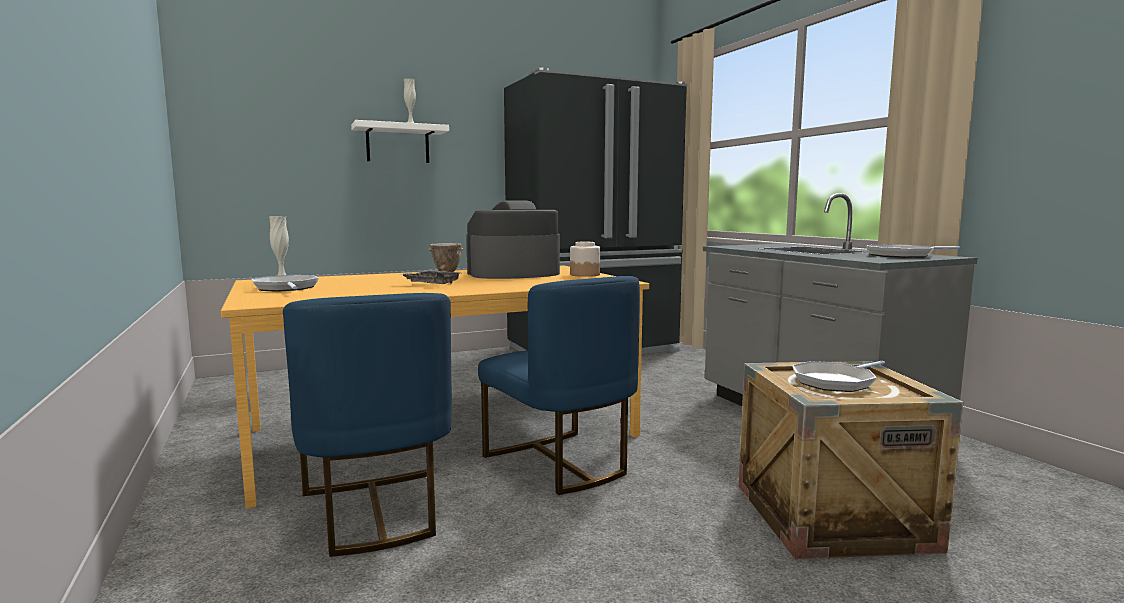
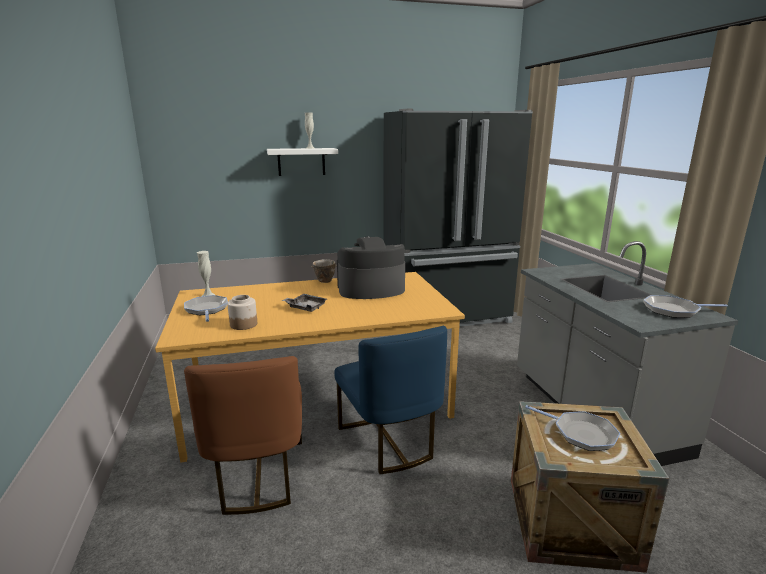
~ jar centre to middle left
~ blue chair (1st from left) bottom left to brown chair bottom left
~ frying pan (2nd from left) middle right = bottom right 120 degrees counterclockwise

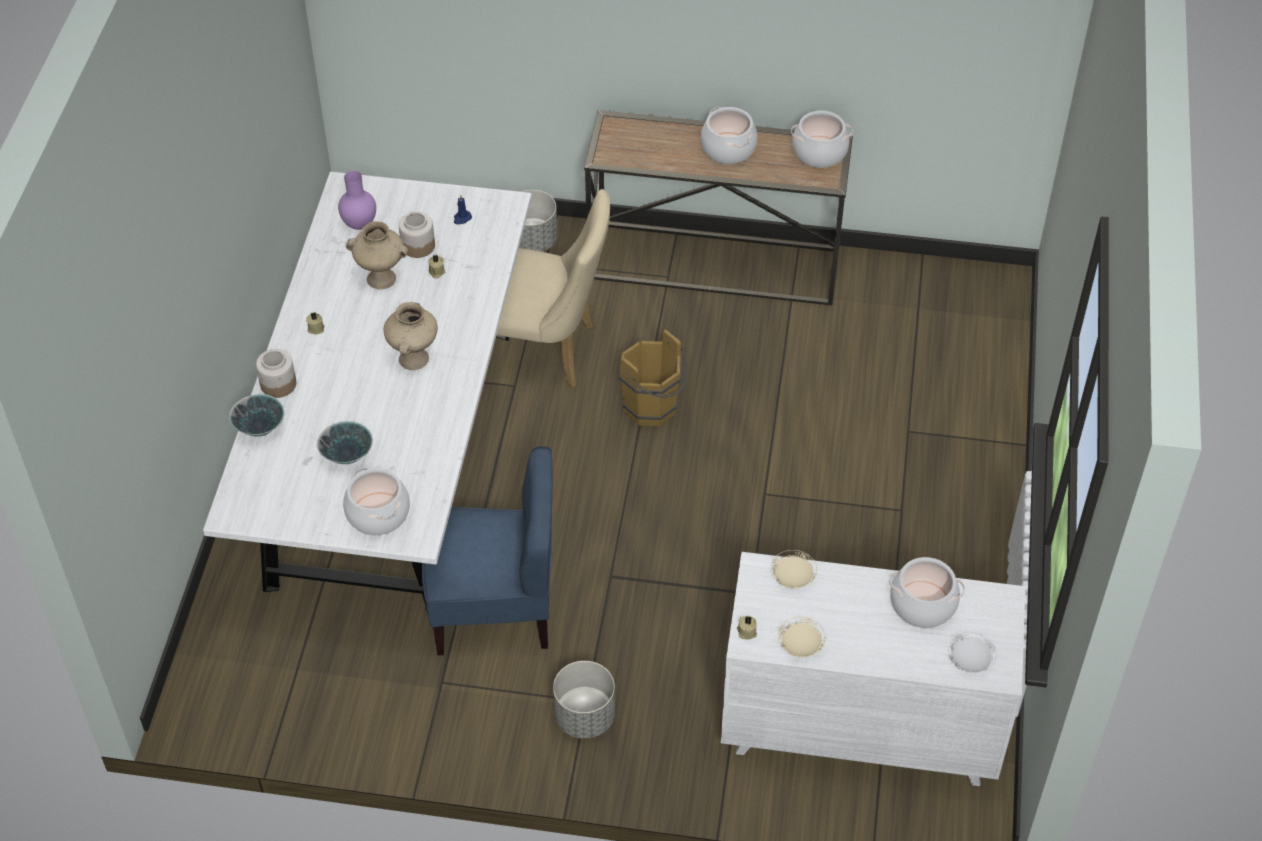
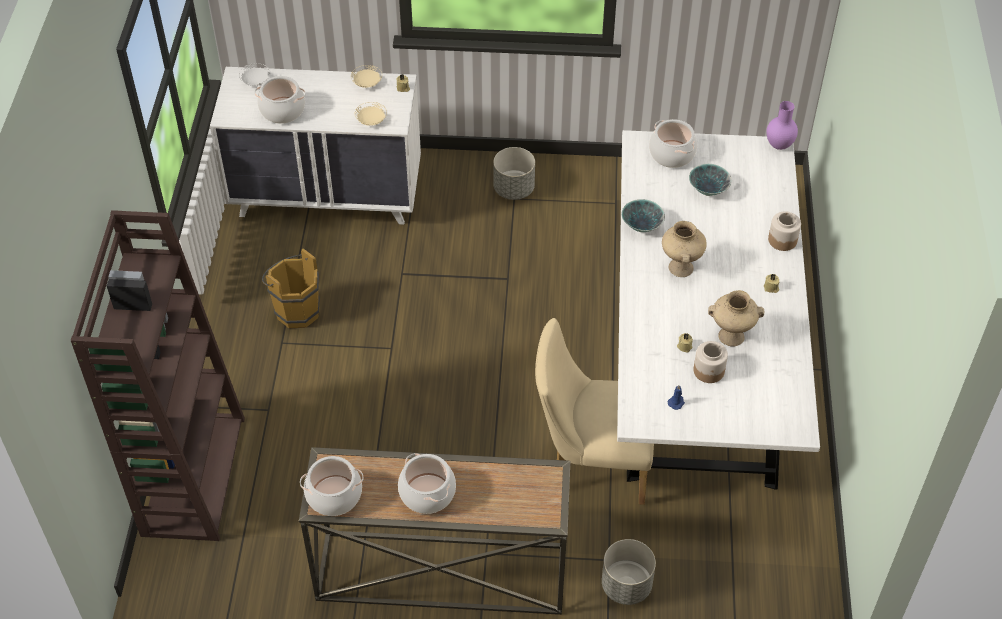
~ purple vase top left to top right
~ brown bucket centre to middle left
~ bowl (1st from left) middle left to centre
- blue chair centre
+ brown bookcase middle left

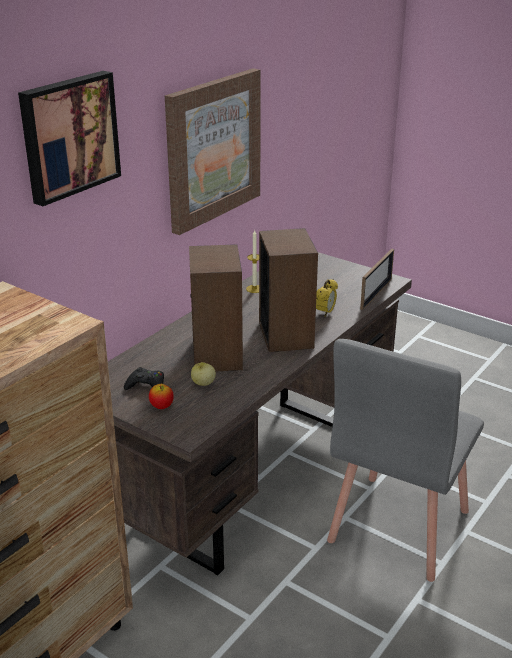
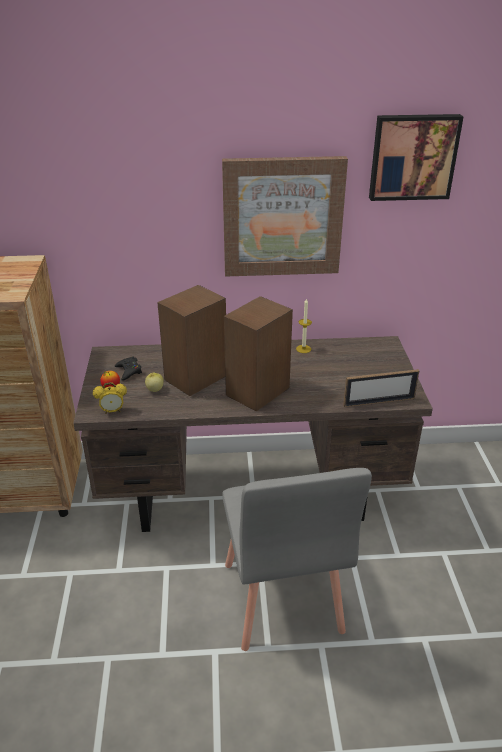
~ picture (1st from left in the first image) top left to picture (2nd from left) top right
~ alarm clock centre to middle left
~ grey chair bottom right = bottom centre 90 degrees counterclockwise

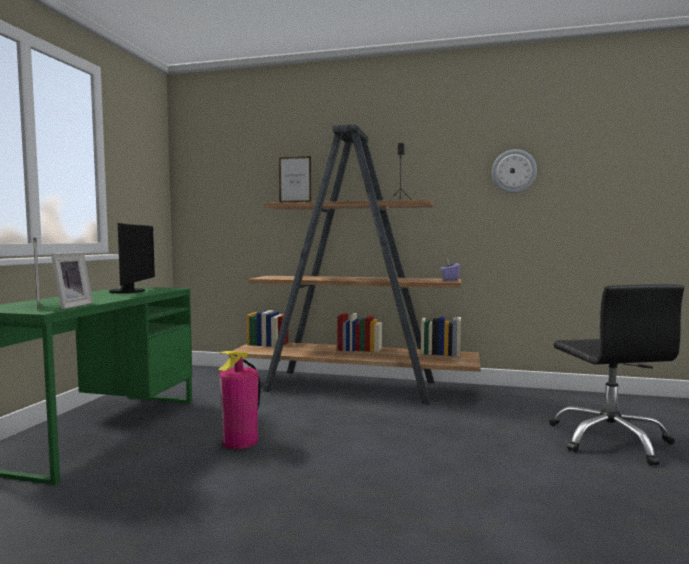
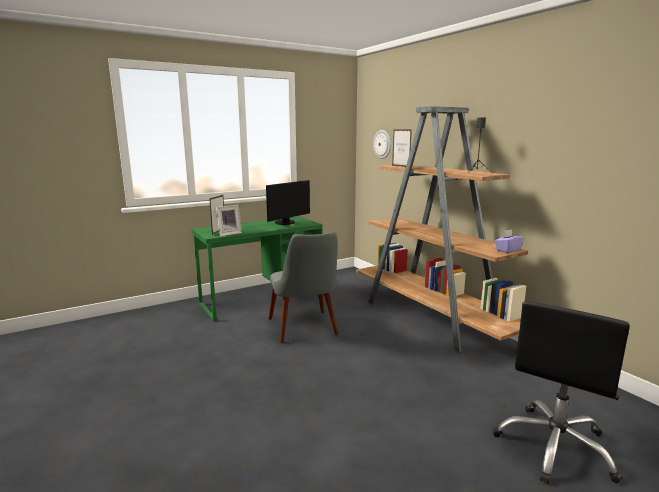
~ wall clock top right to top centre
~ fire extinguisher bottom centre to grey chair centre

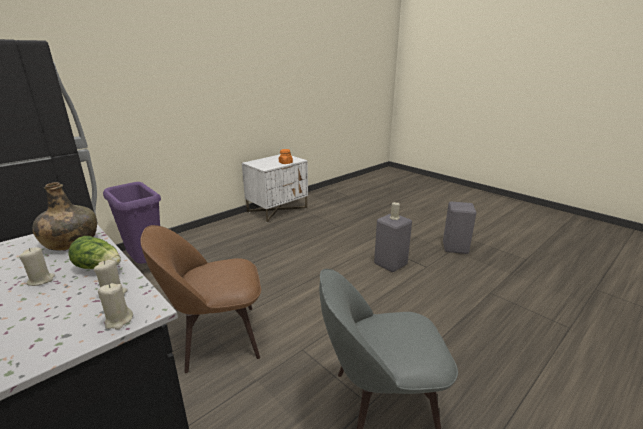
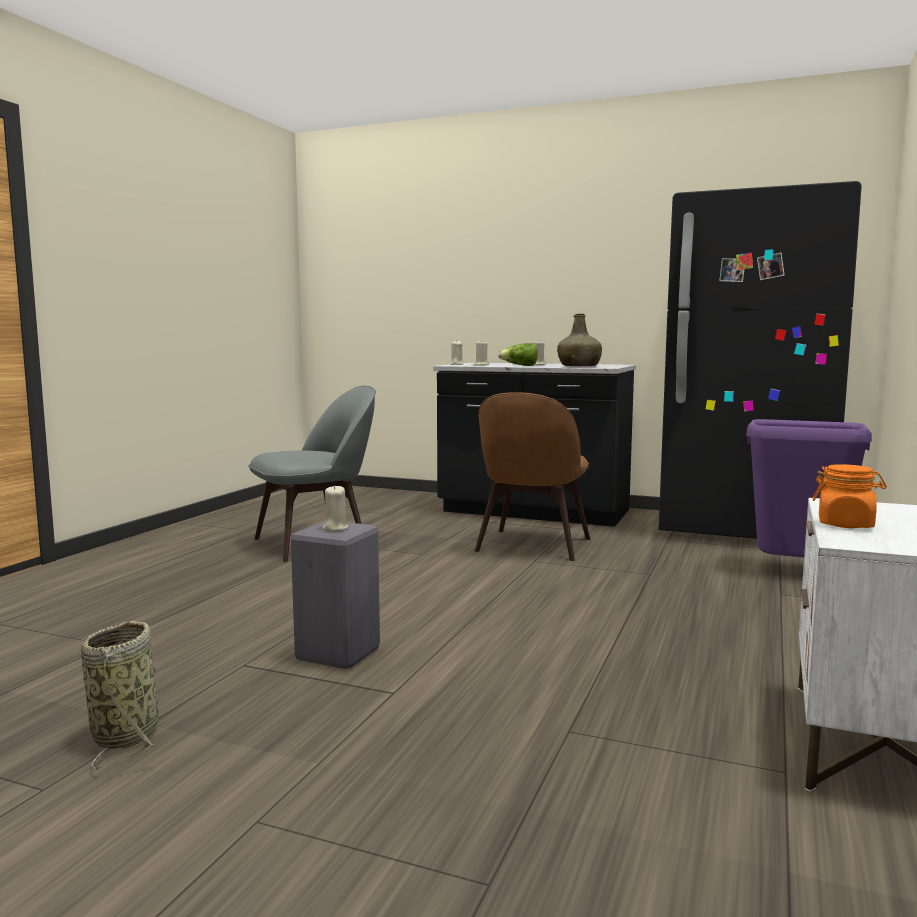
~ grey stool (2nd from left) middle right to basket bottom left
~ brown chair bottom left = centre 150 degrees clockwise

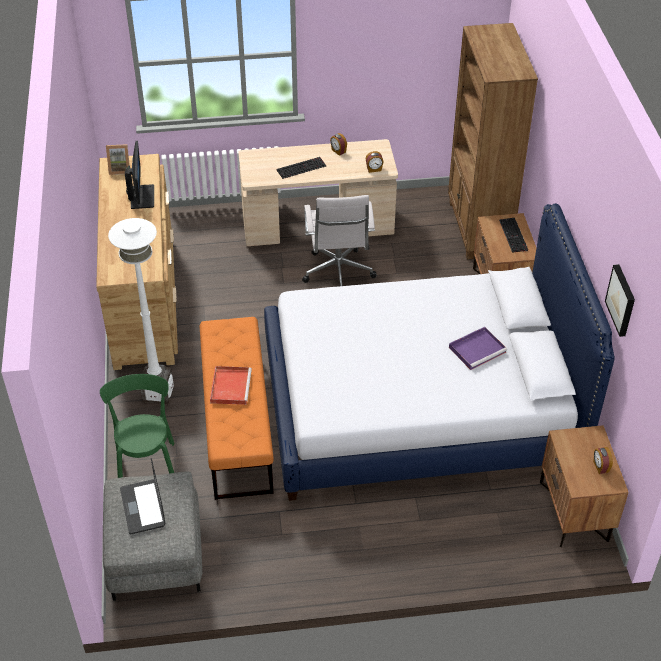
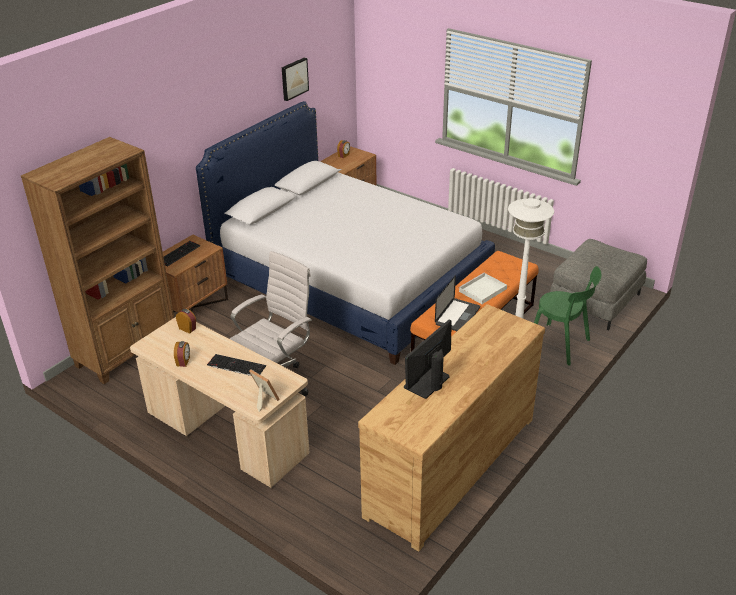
~ picture frame top left to centre
- purple tray middle right
~ red tray centre to white tray centre
~ green chair middle left = middle right 90 degrees counterclockwise
~ laptop bottom left to centre

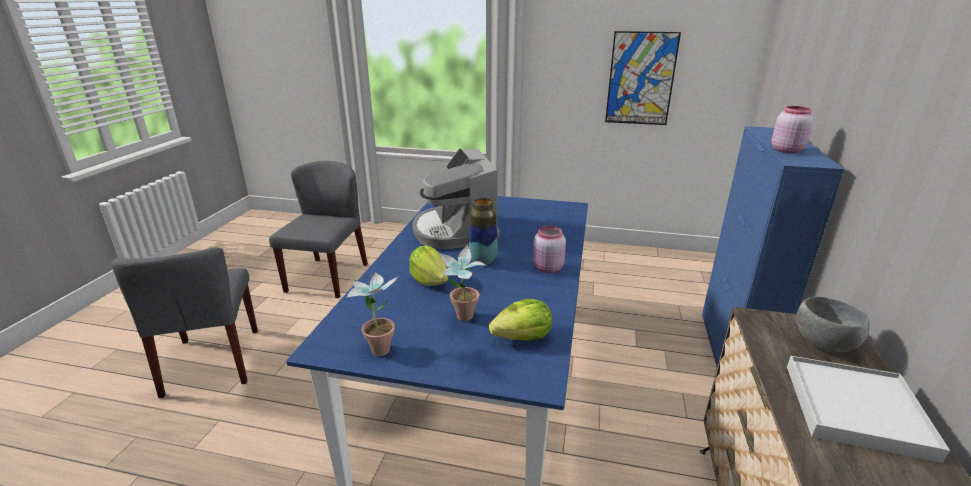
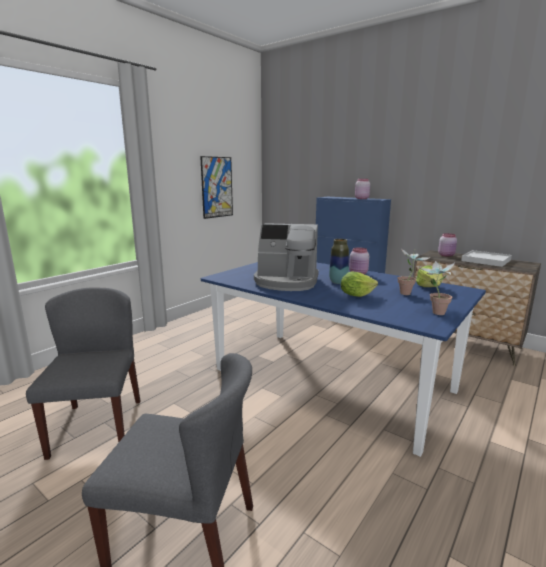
~ grey chair (2nd from left in the first image) middle left = middle left 45 degrees clockwise
~ grey bowl bottom right to pink jar (3rd from left) middle right

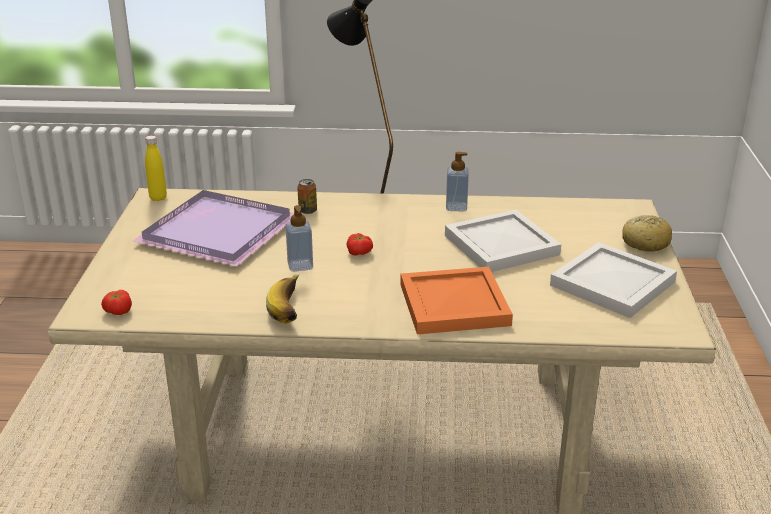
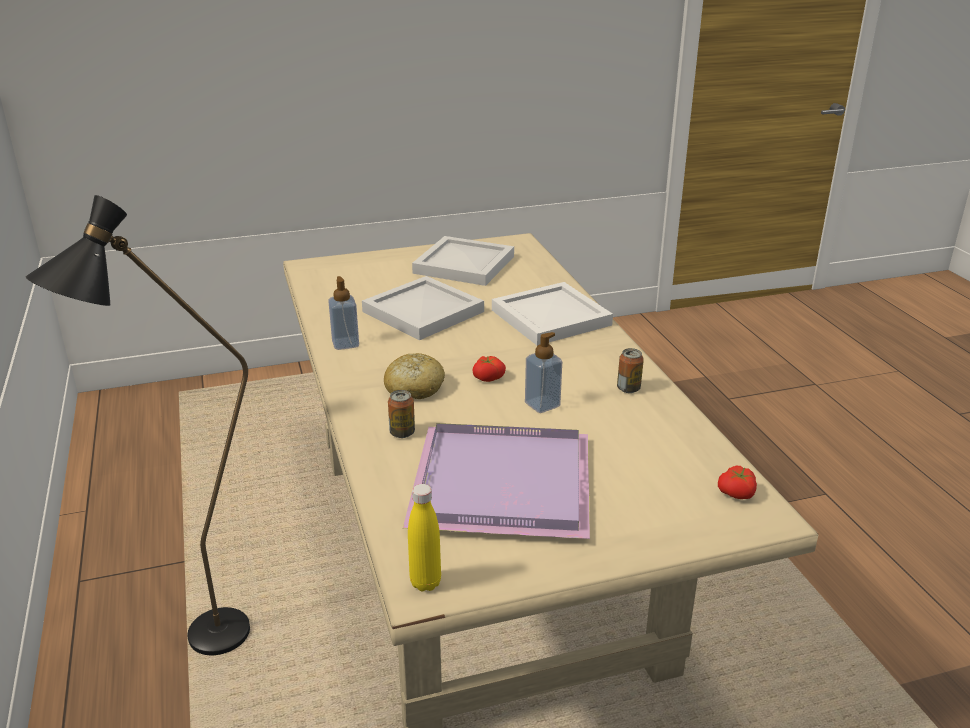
~ bread middle right to centre
~ orange tray centre to white tray (3rd from left) centre
~ banana centre to can (2nd from left) centre

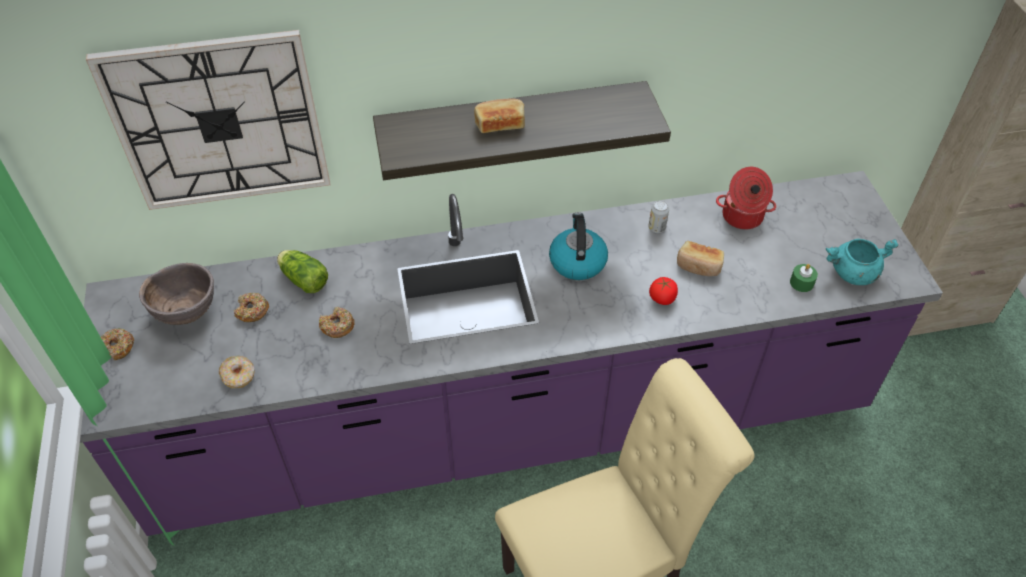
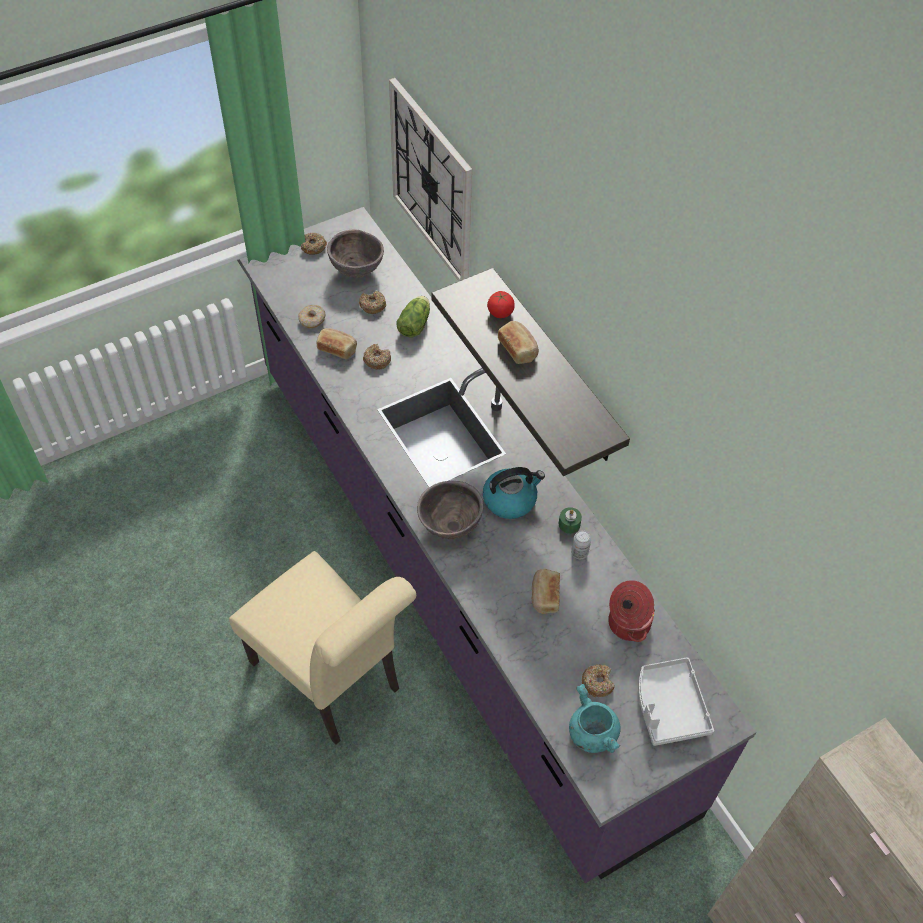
~ green candle middle right to centre
~ tomato centre to top centre
+ bread (1st from left) centre
+ brown bowl (2nd from left) centre
+ grey tray bottom right
+ donut (5th from left) bottom centre

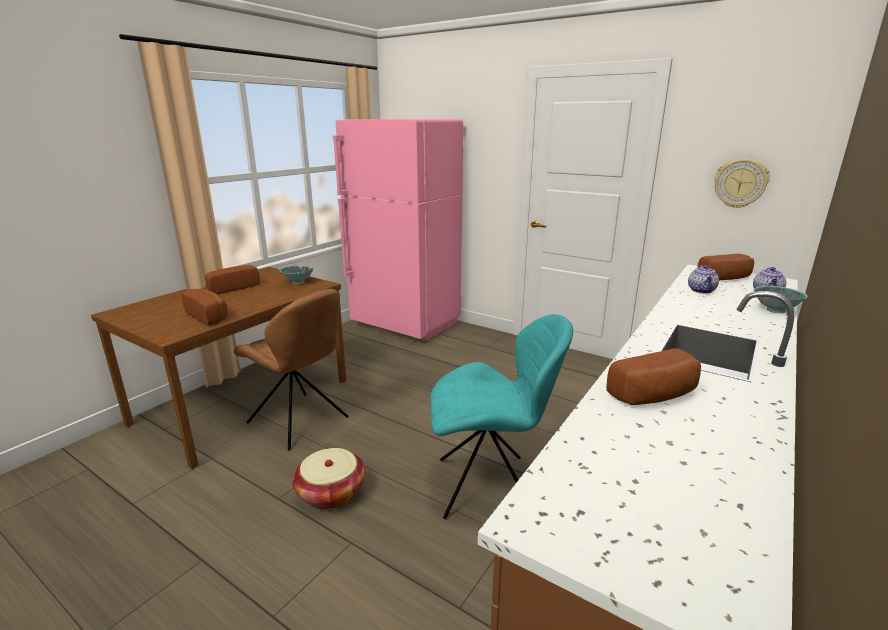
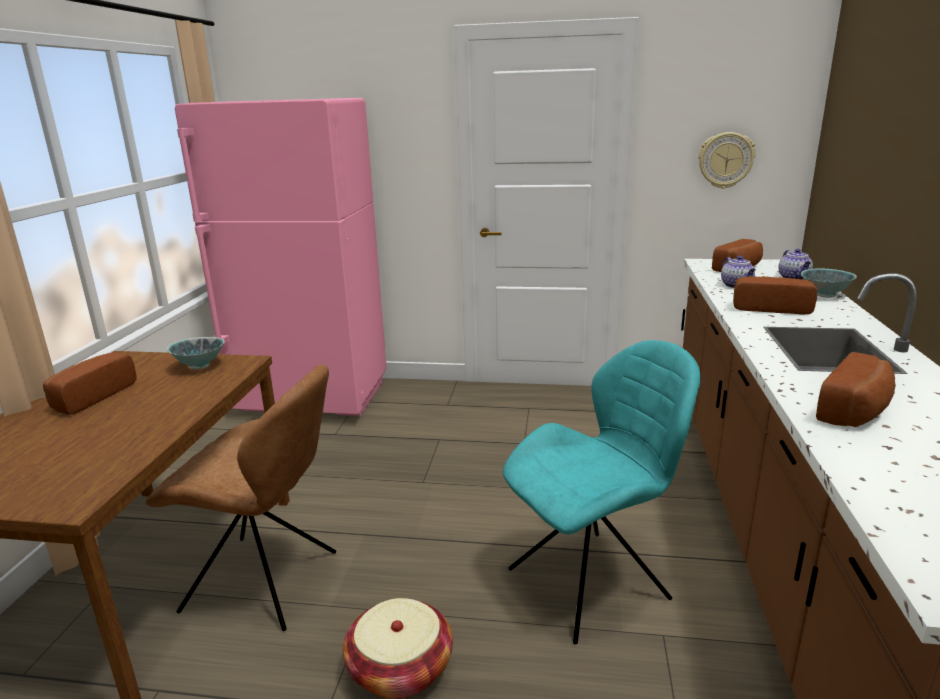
~ bread (1st from left in the first image) middle left to bread (3rd from left) middle right

